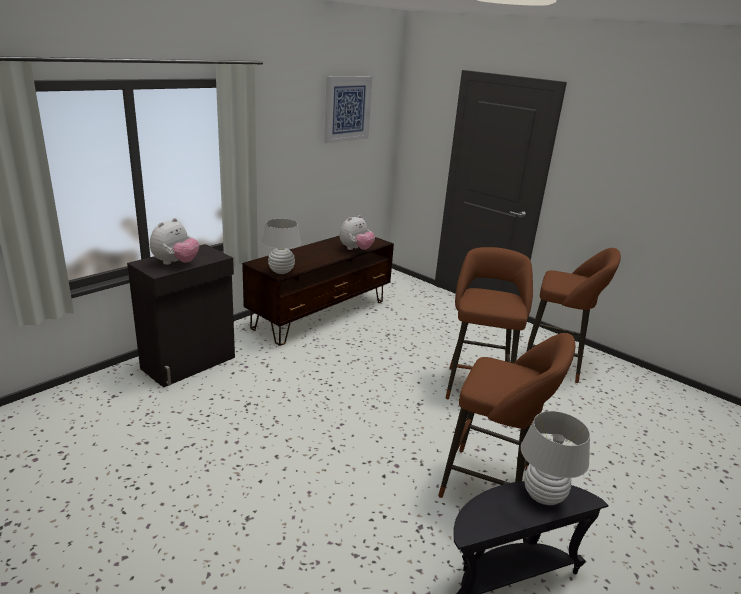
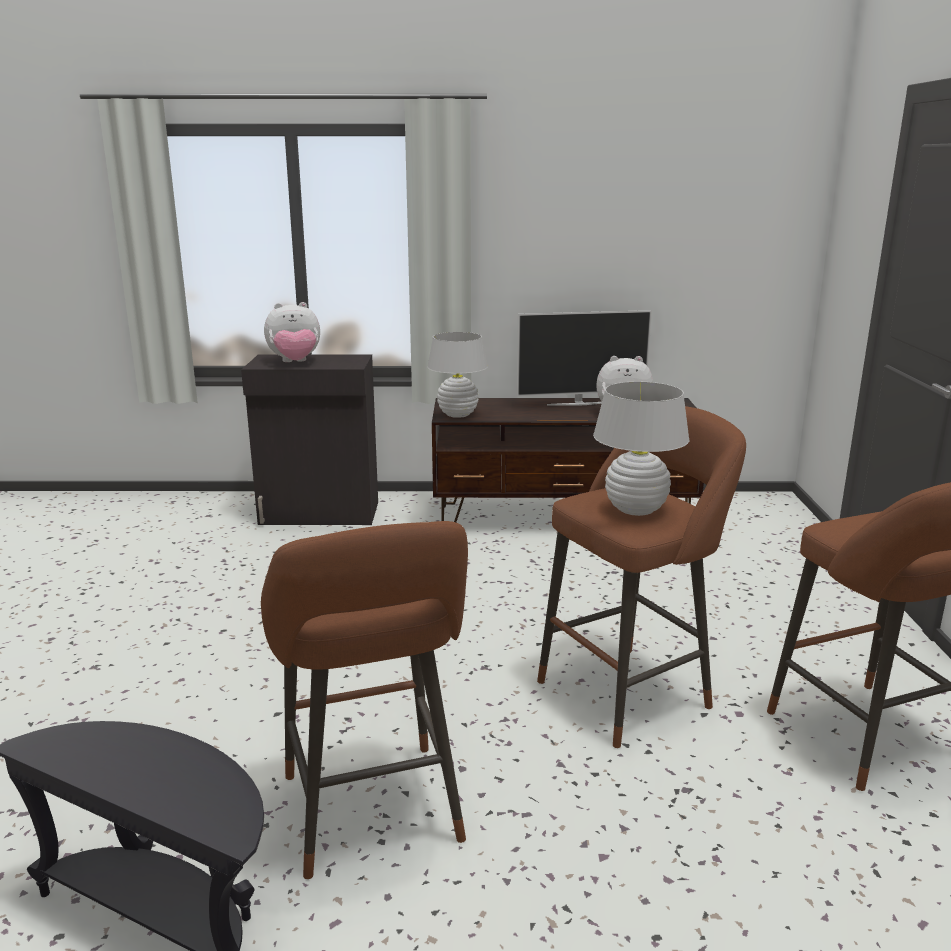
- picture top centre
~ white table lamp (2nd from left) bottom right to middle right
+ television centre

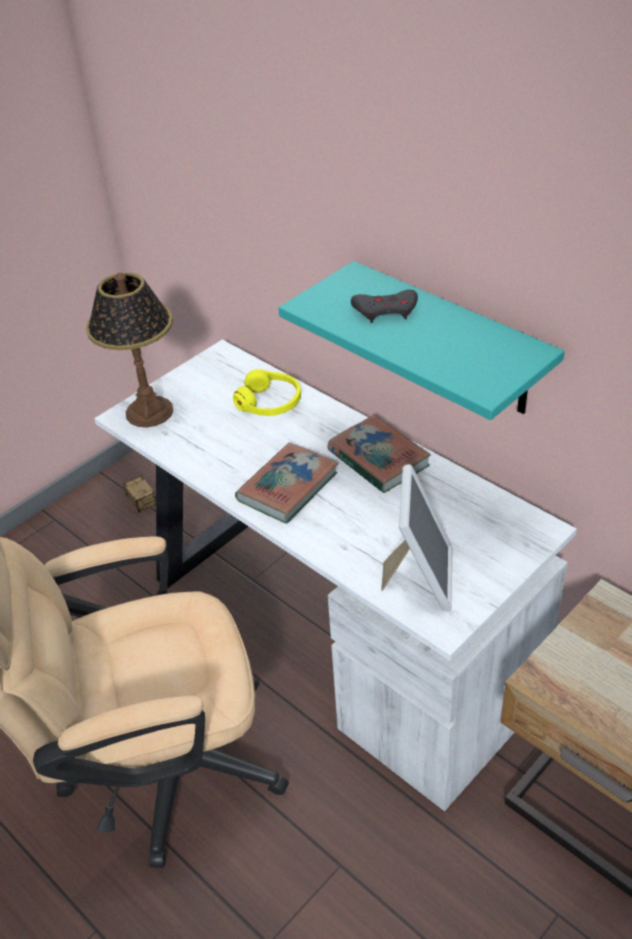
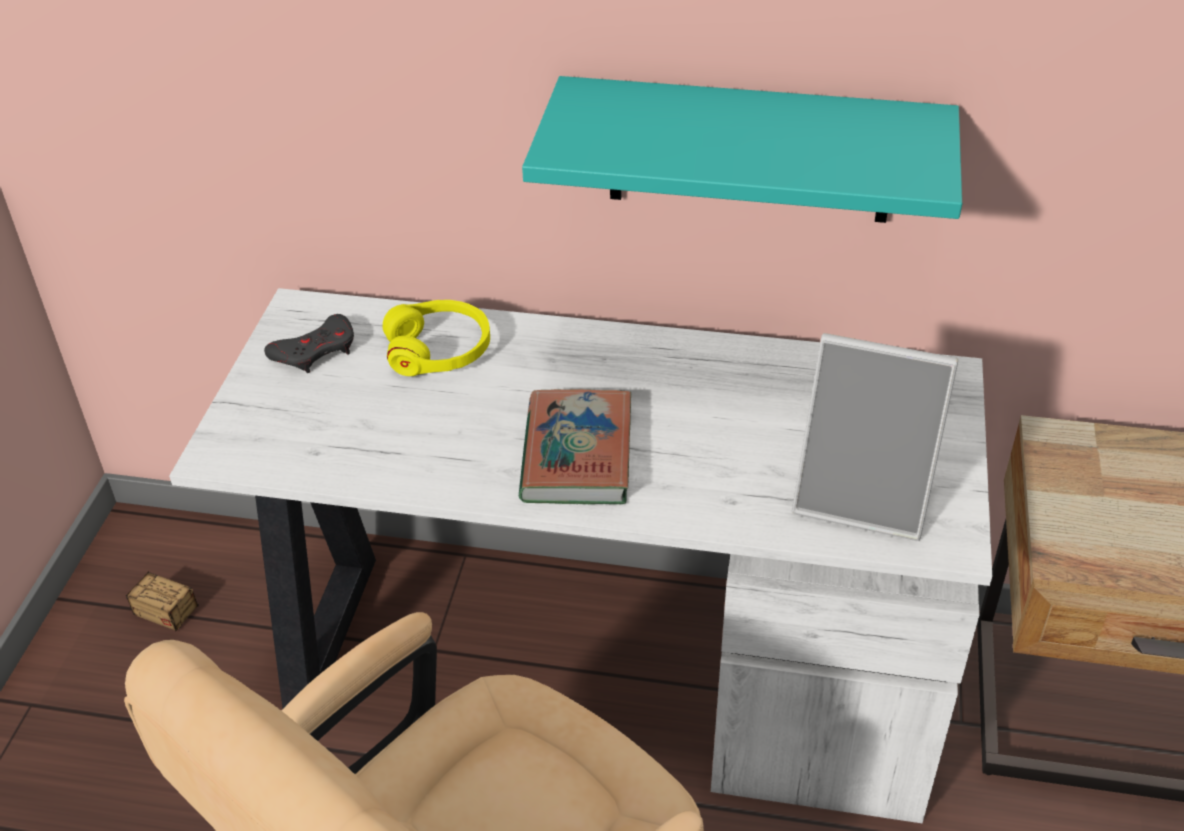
- table lamp middle left
~ grey game controller top centre to middle left
- book (2nd from left) centre
~ picture frame centre = middle right 135 degrees clockwise

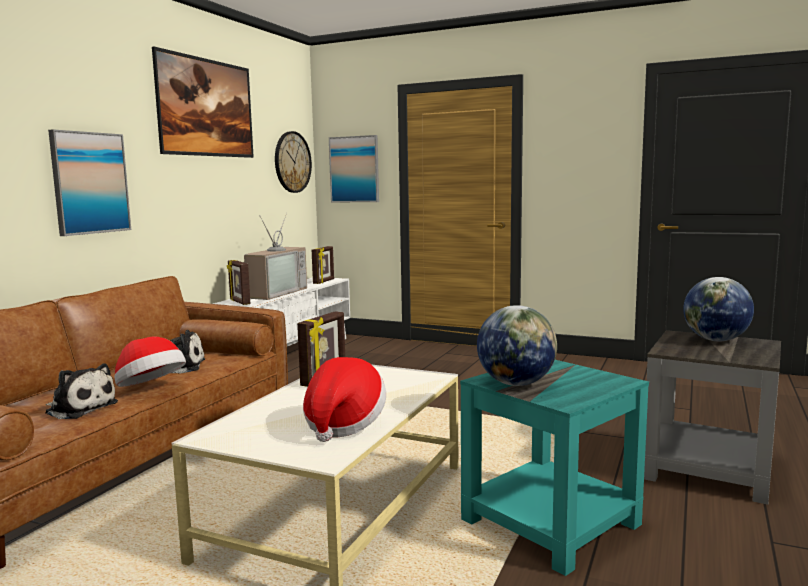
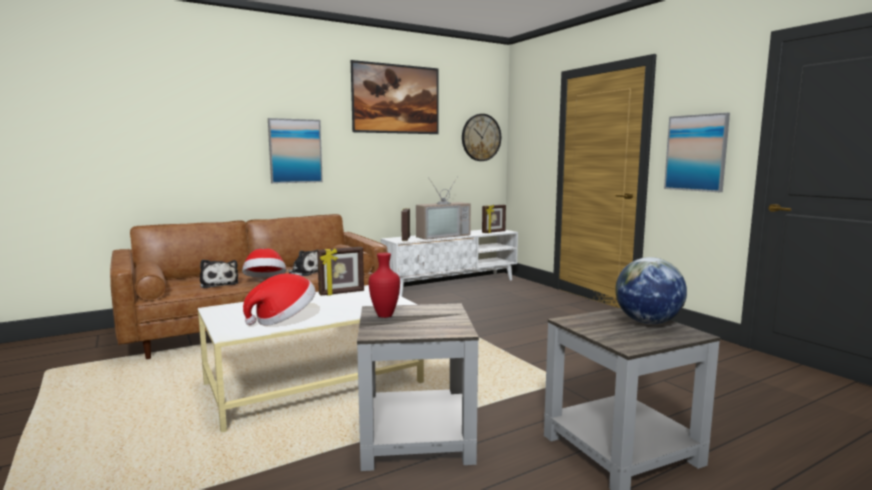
~ picture (3rd from left) top centre to top right
~ globe (1st from left) centre to red vase centre
~ turquoise side table bottom right to grey side table (1st from left) bottom centre

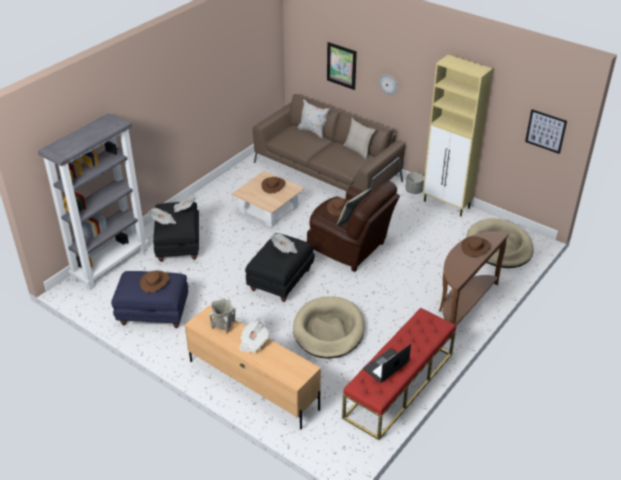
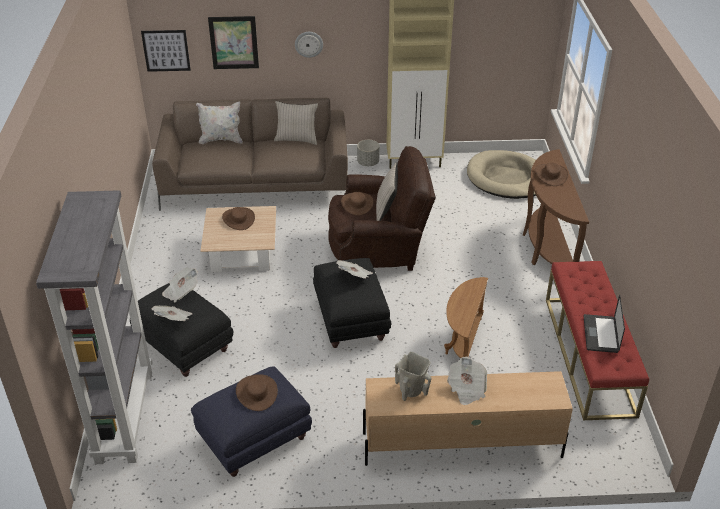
~ picture (2nd from left in the first image) top right to picture (1st from left) top left
~ beige dog bed (1st from left) bottom centre to brown side table centre

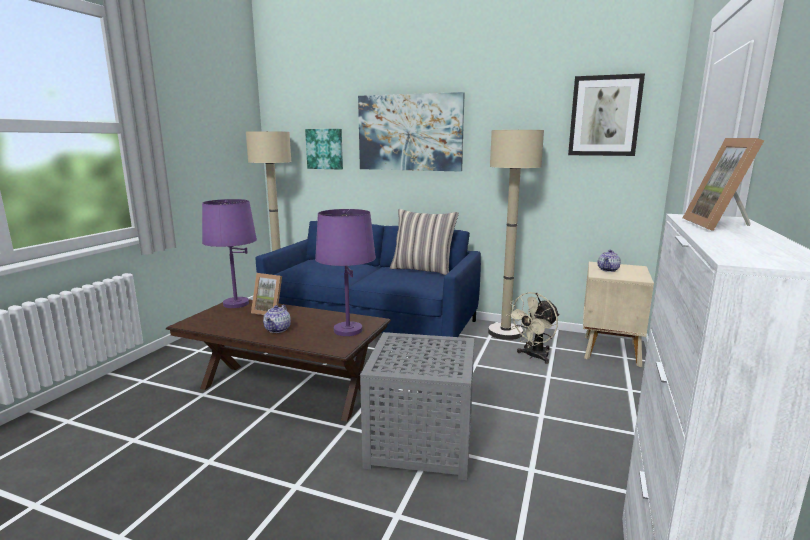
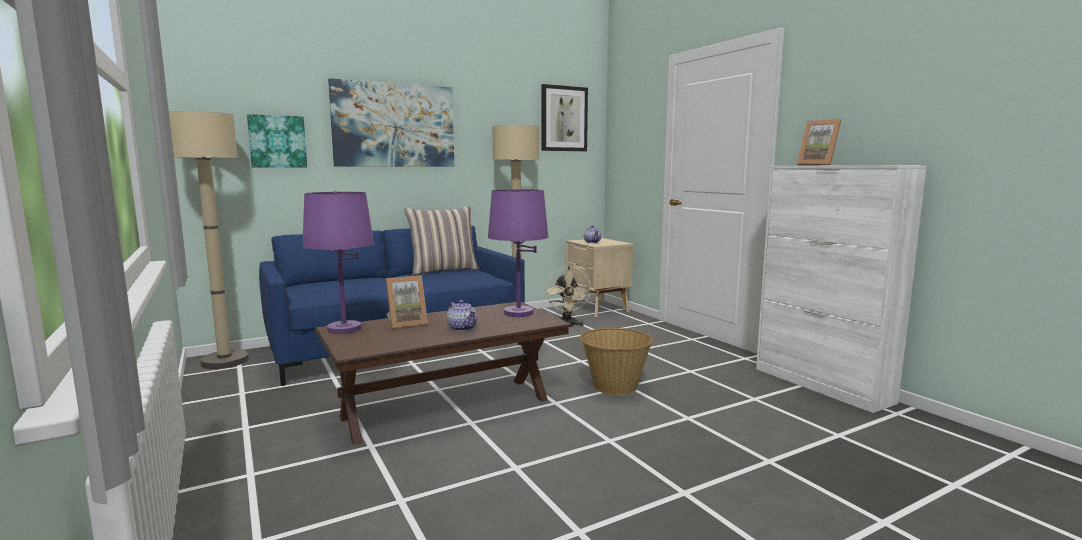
~ grey side table bottom centre to basket bottom centre

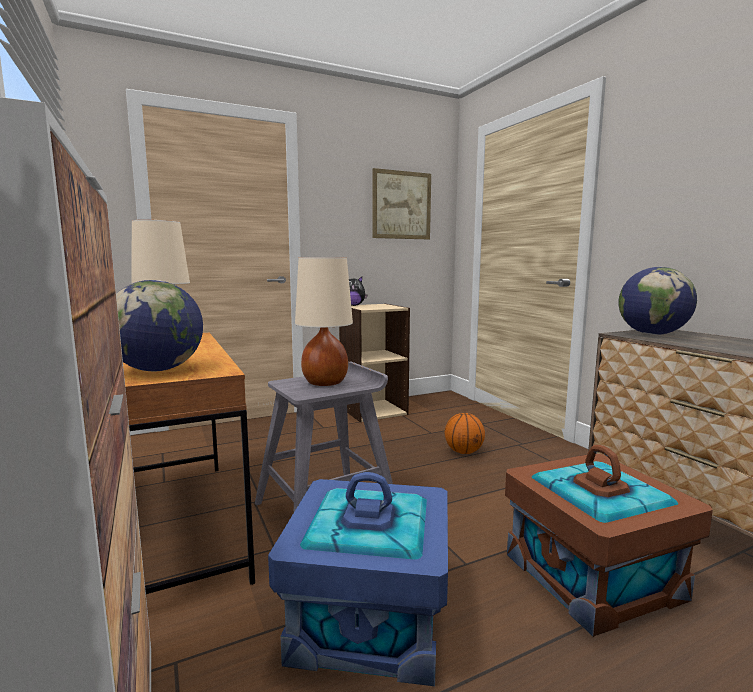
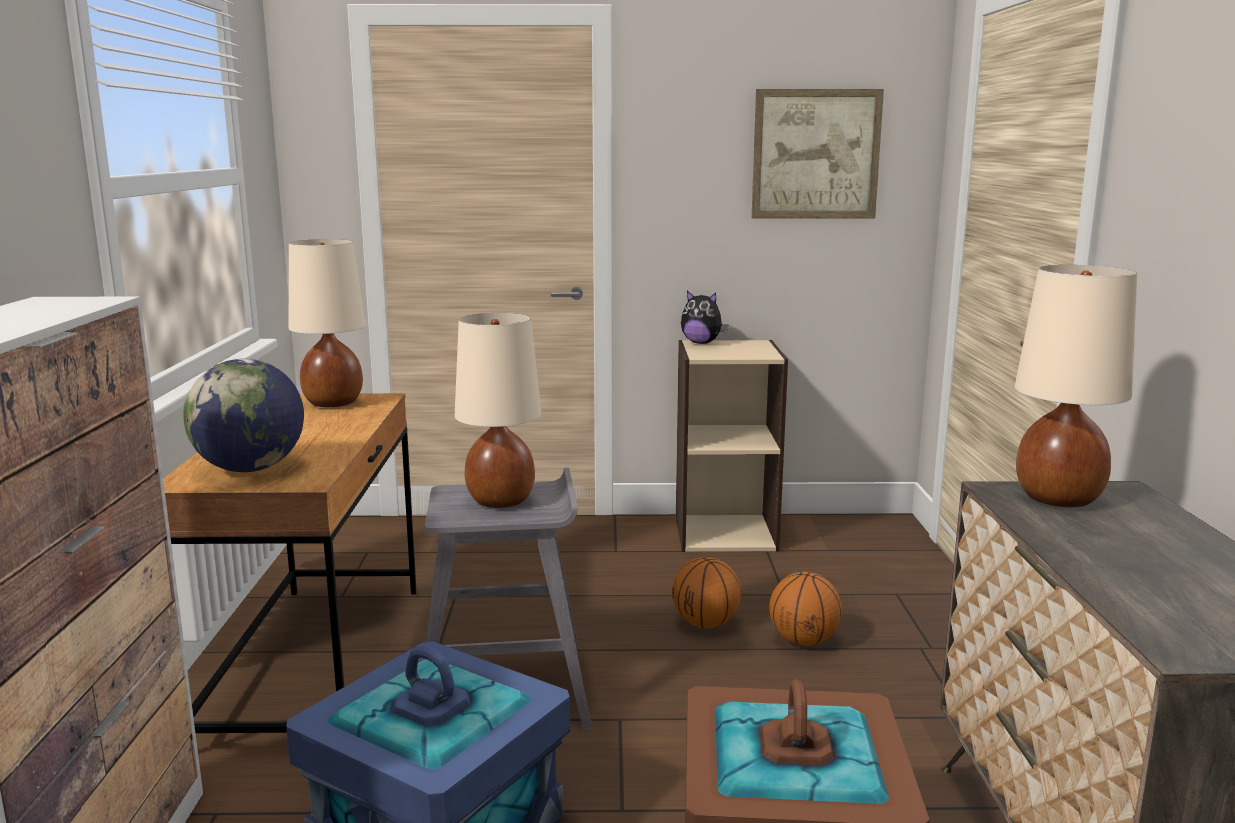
~ globe (2nd from left) middle right to beige table lamp (3rd from left) middle right
+ basketball (1st from left) bottom centre

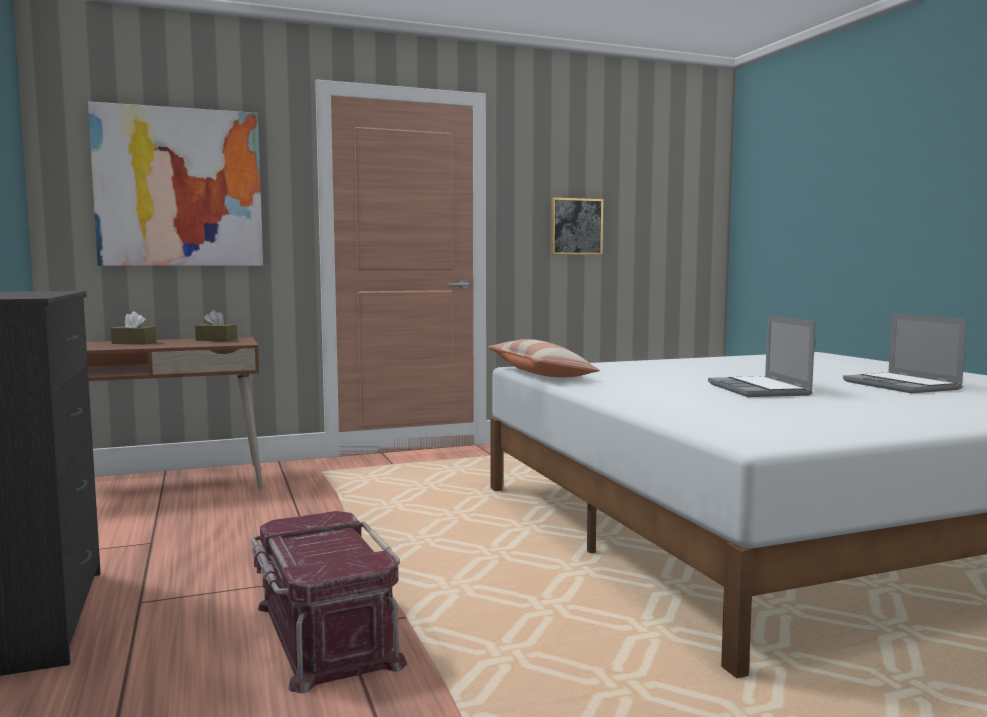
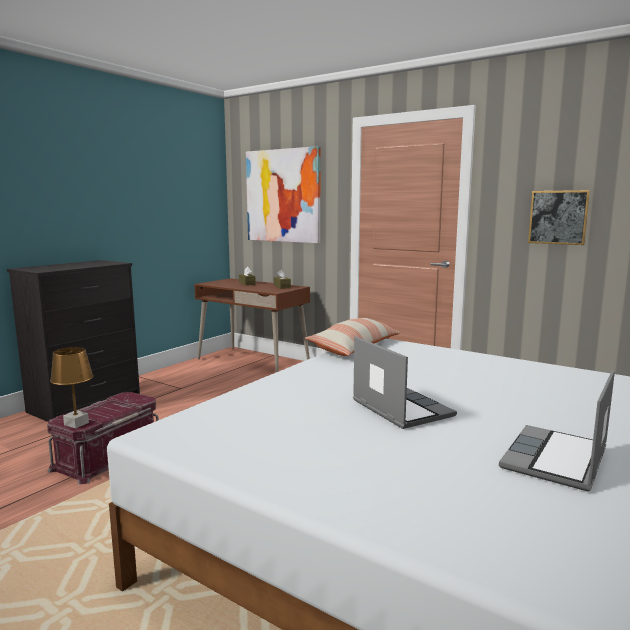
~ laptop (1st from left) middle right = centre 105 degrees clockwise
+ brown table lamp middle left

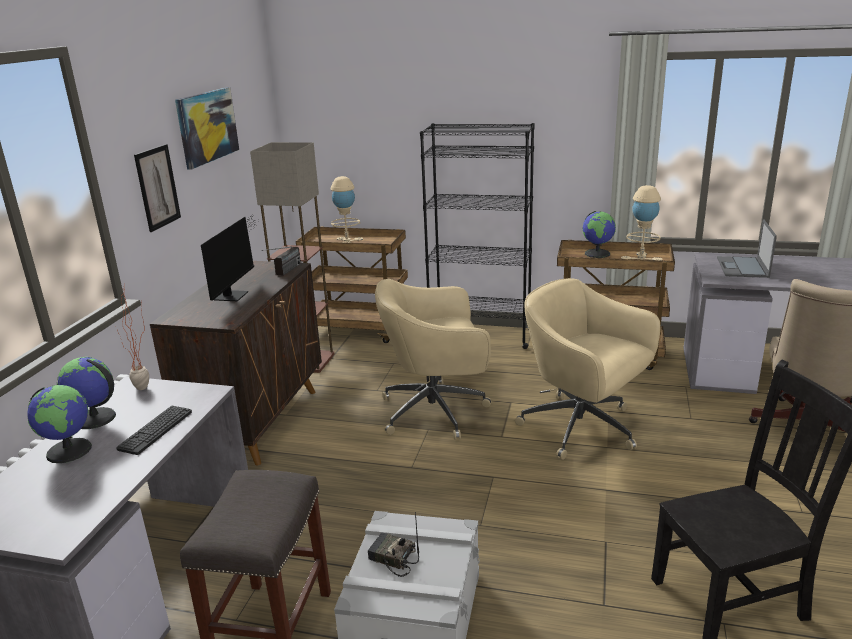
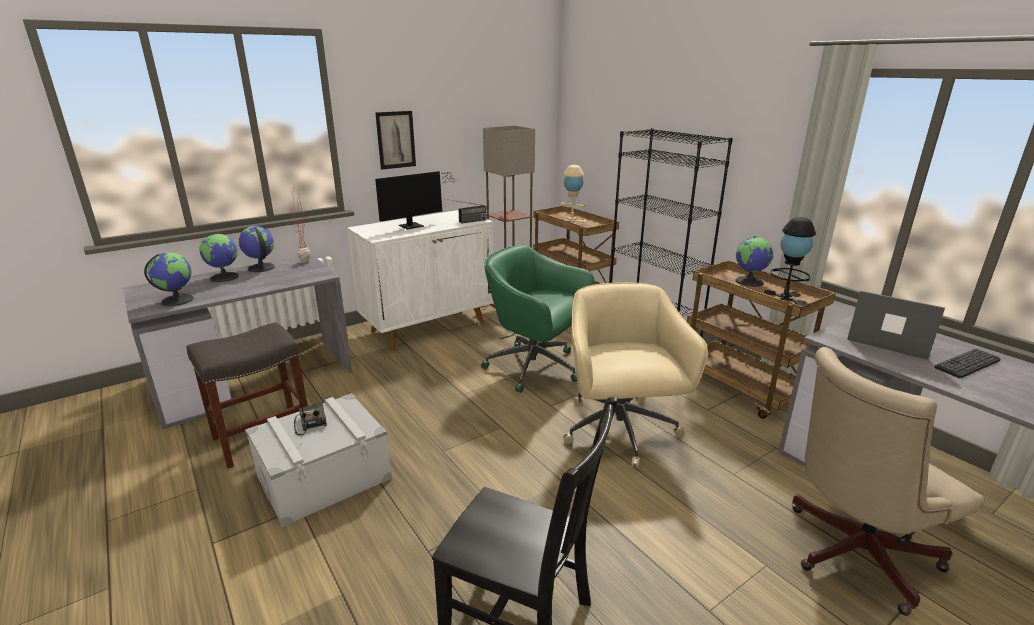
- picture (2nd from left) top left
~ beige table lamp (2nd from left) middle right to black table lamp middle right
~ laptop middle right = middle right 75 degrees clockwise
~ brown cabinet middle left to white cabinet centre
~ beige office chair (1st from left) centre to green office chair centre
~ keyboard bottom left to middle right
+ globe (1st from left) middle left

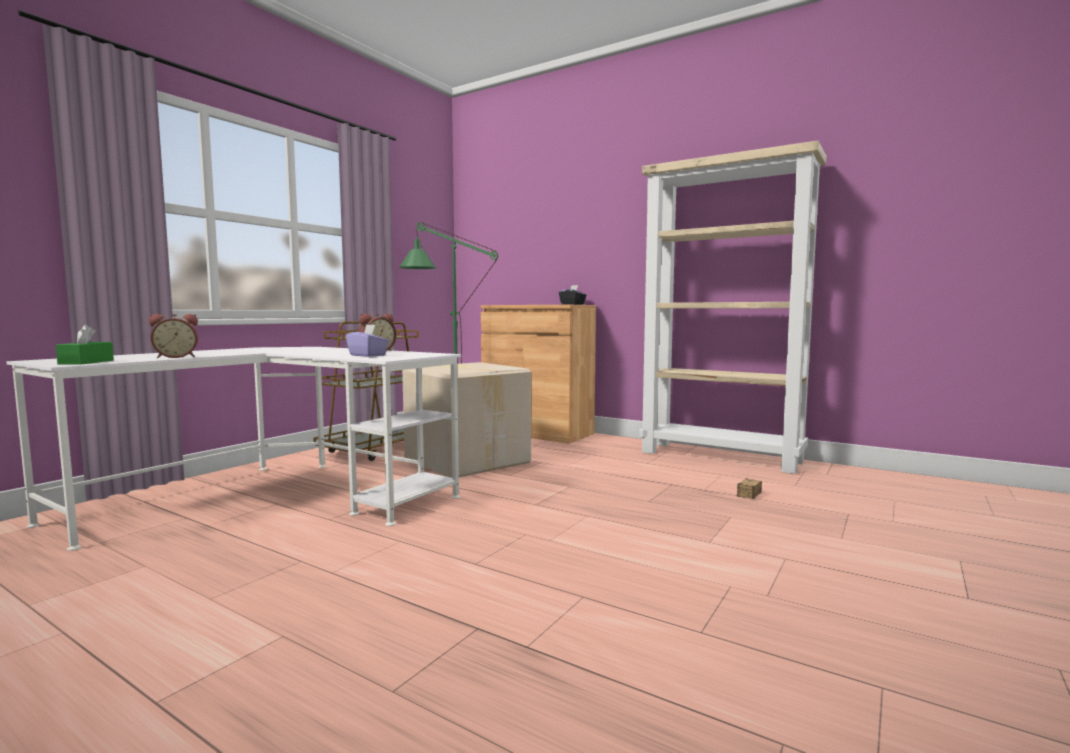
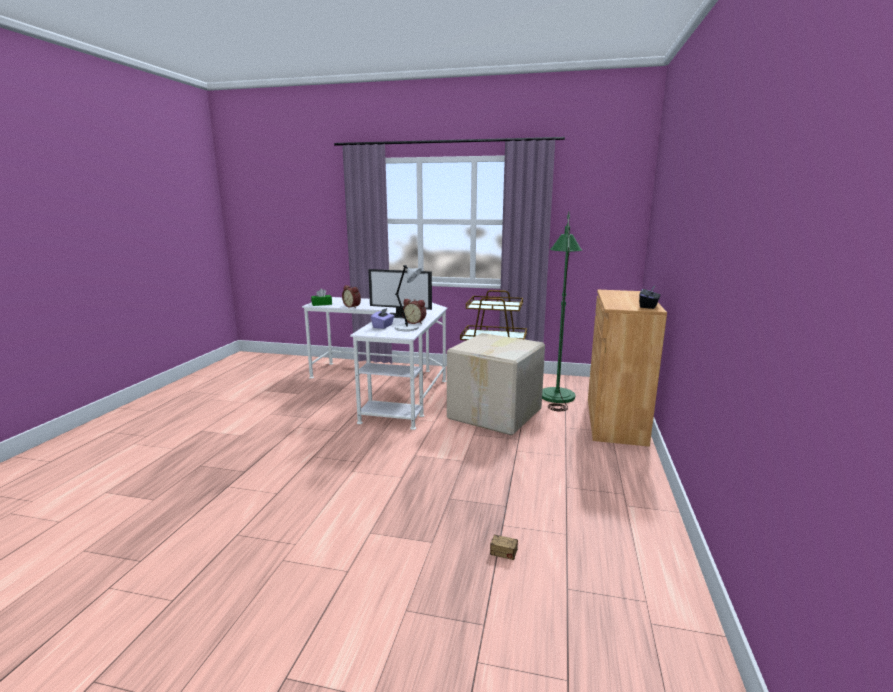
- beige bookcase middle right
+ grey table lamp centre
+ monitor centre

